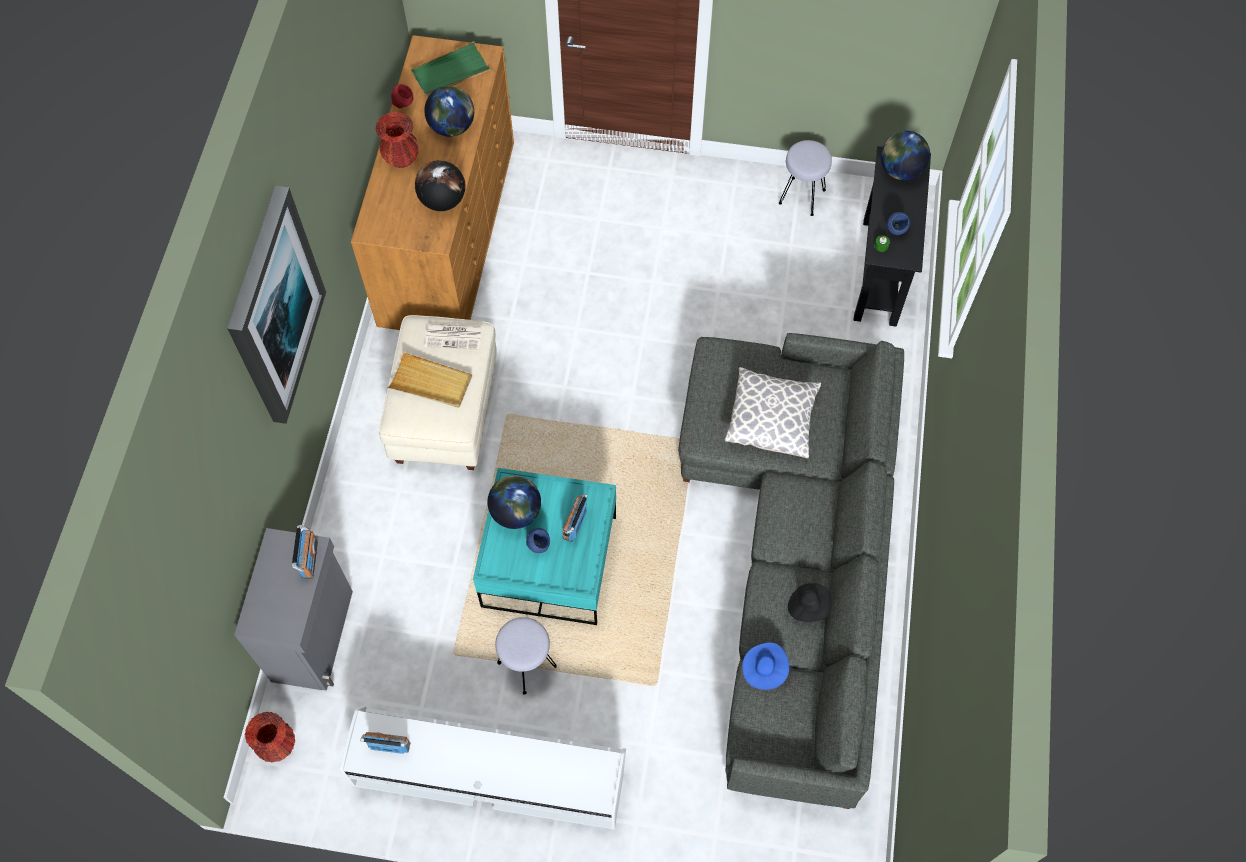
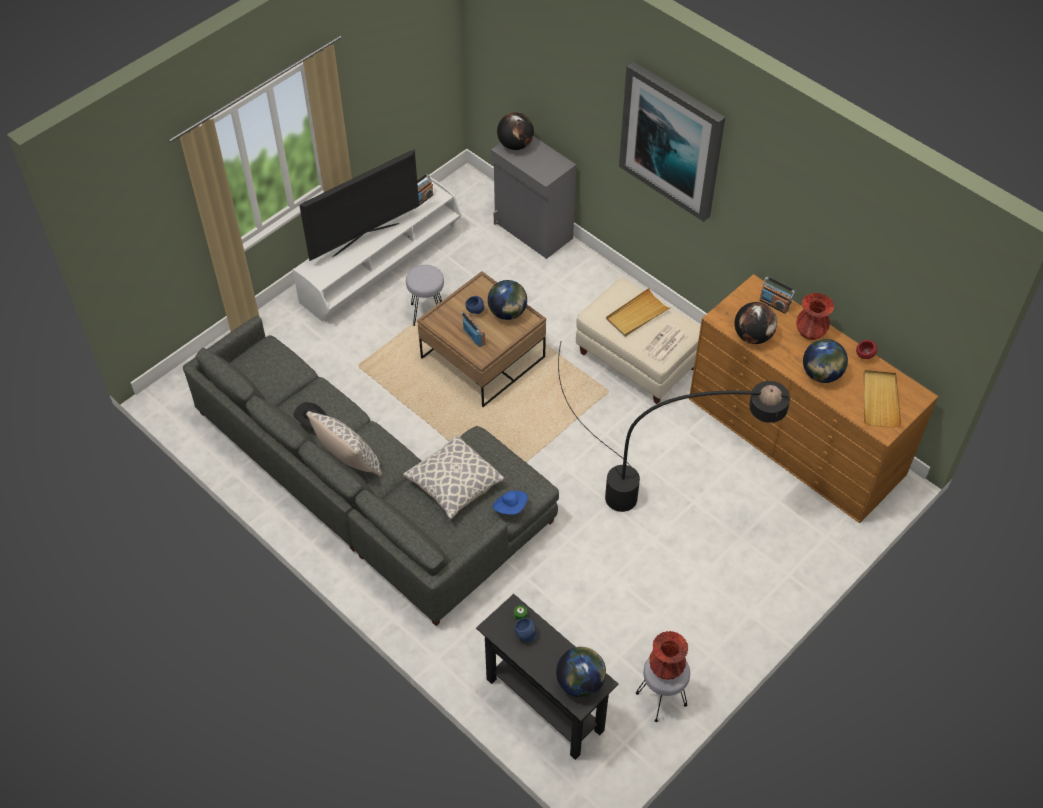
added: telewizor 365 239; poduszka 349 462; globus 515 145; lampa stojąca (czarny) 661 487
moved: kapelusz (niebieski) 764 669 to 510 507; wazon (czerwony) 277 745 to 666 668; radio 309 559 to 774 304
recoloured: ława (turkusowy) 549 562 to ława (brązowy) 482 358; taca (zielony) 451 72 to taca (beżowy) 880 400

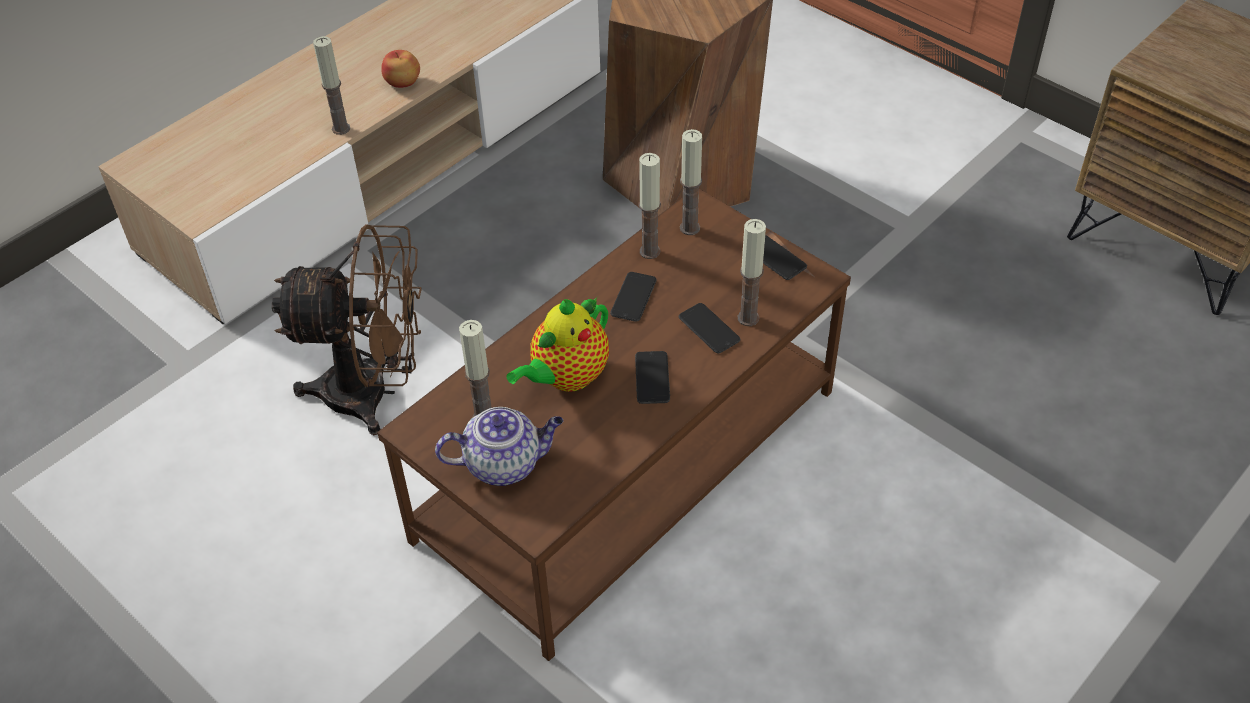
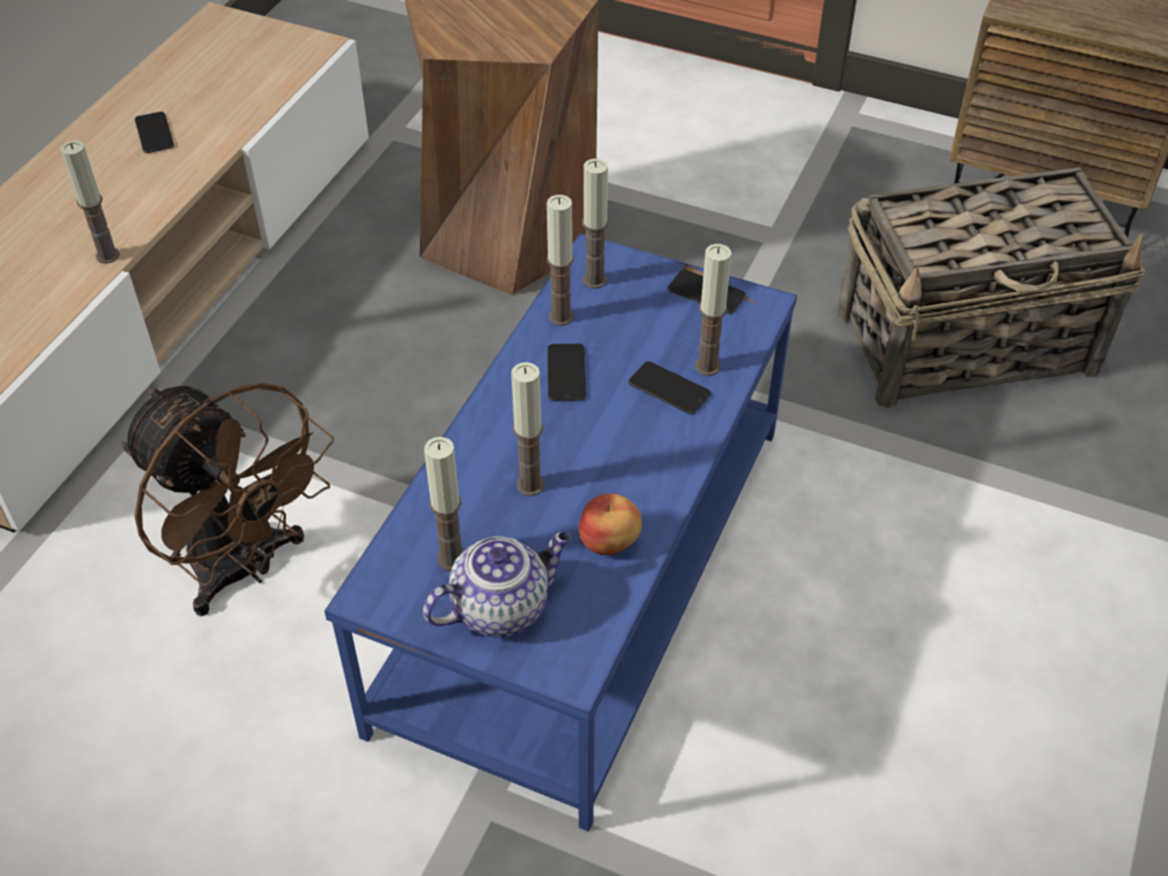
added: koszyk 968 343
moved: telefon 652 378 to 154 133; jabłko 403 83 to 610 542
replaced: imbryk 566 377 to świeca 530 485
recoloured: ława (brązowy) 628 462 to ława (niebieski) 583 571
turned: wentylator (brązowy) 374 393 = 245 569 60 degrees clockwise

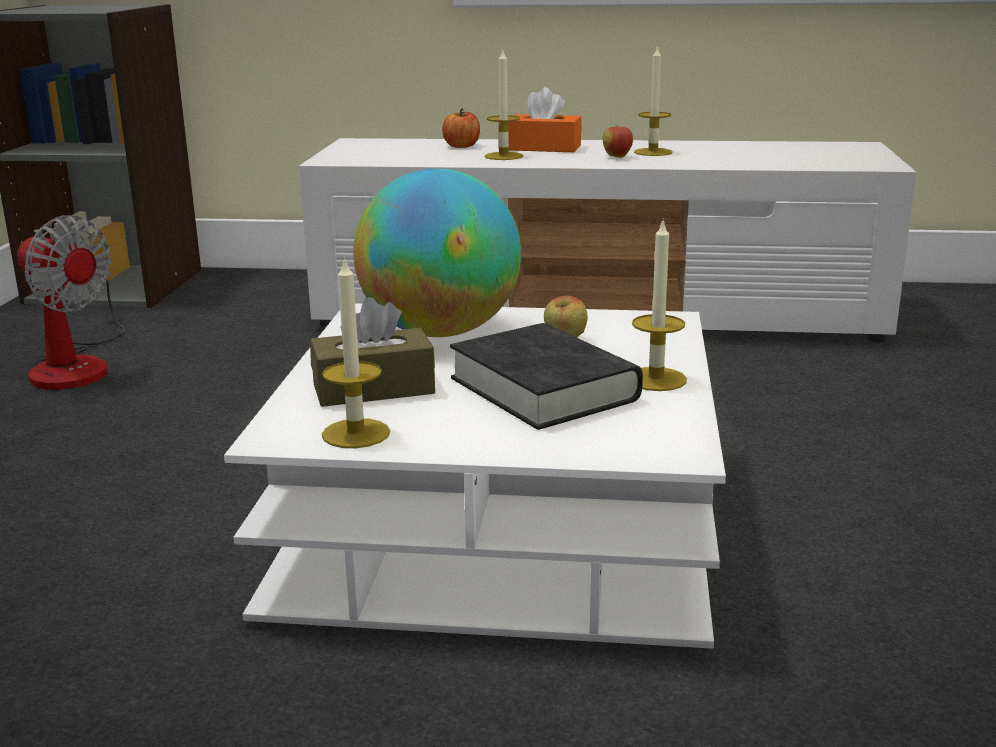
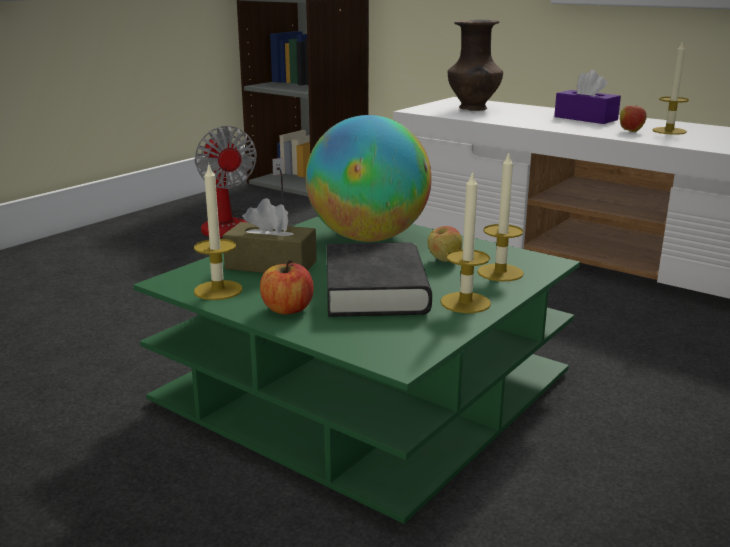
added: wazon (brązowy) 473 109
moved: jabłko 461 146 to 287 309; świeca 503 156 to 500 272
recoloured: ława (biały) 500 524 to ława (zielony) 365 387; pudełko chusteczek (pomarańczowy) 544 148 to pudełko chusteczek (fioletowy) 585 118

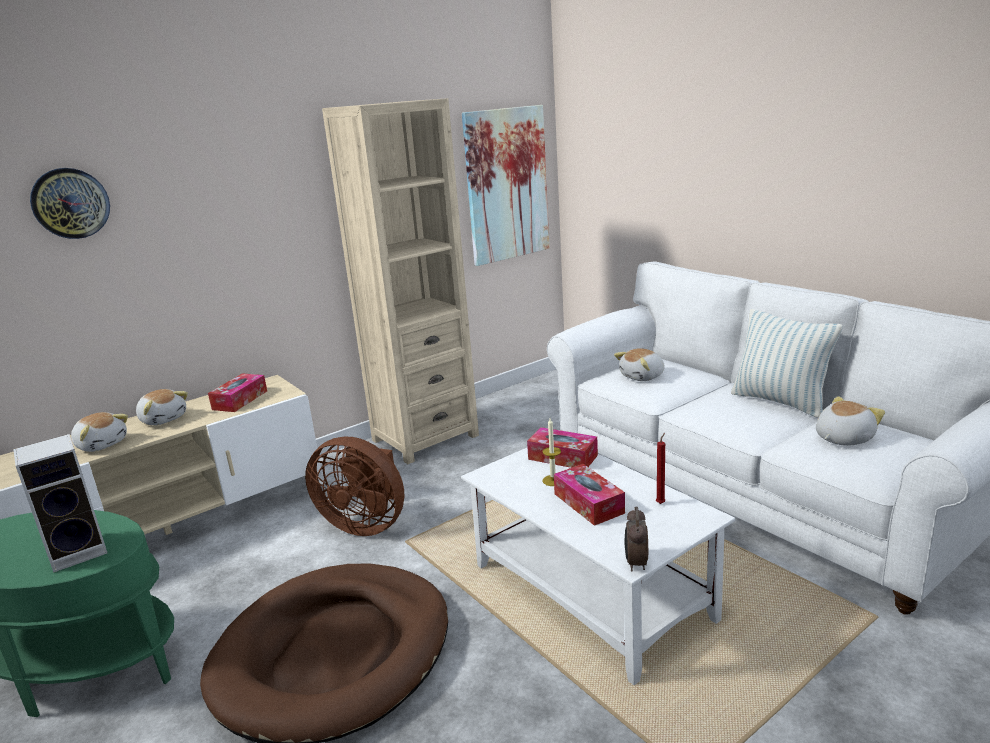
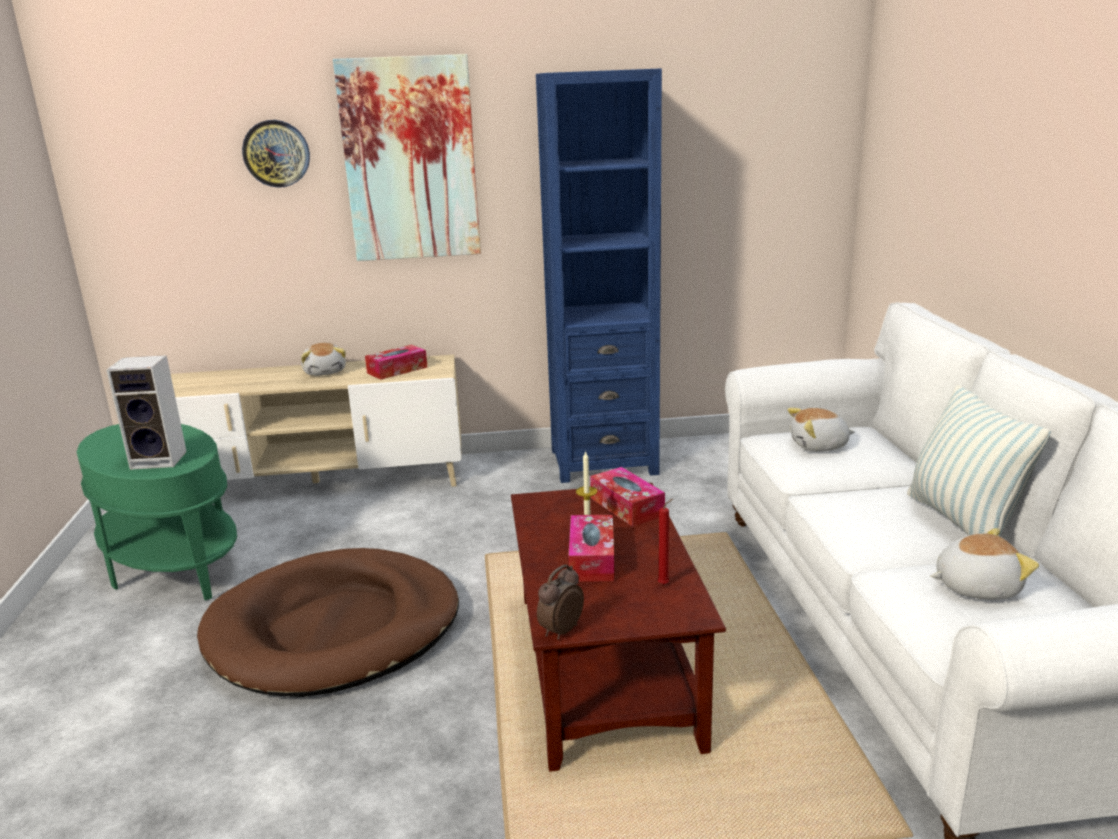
removed: pluszak 102 444; wentylator (brązowy) 365 524
moved: obraz 506 185 to 410 160
recoloured: ława (biały) 592 593 to ława (brązowy) 606 669; regał (beżowy) 425 438 to regał (niebieski) 603 461

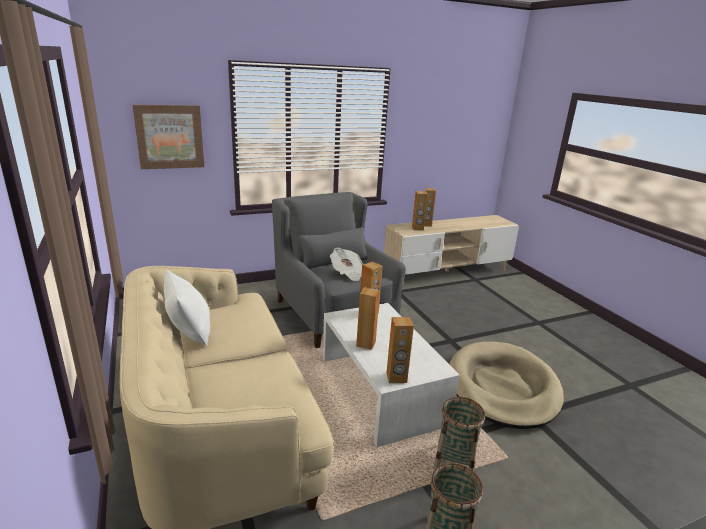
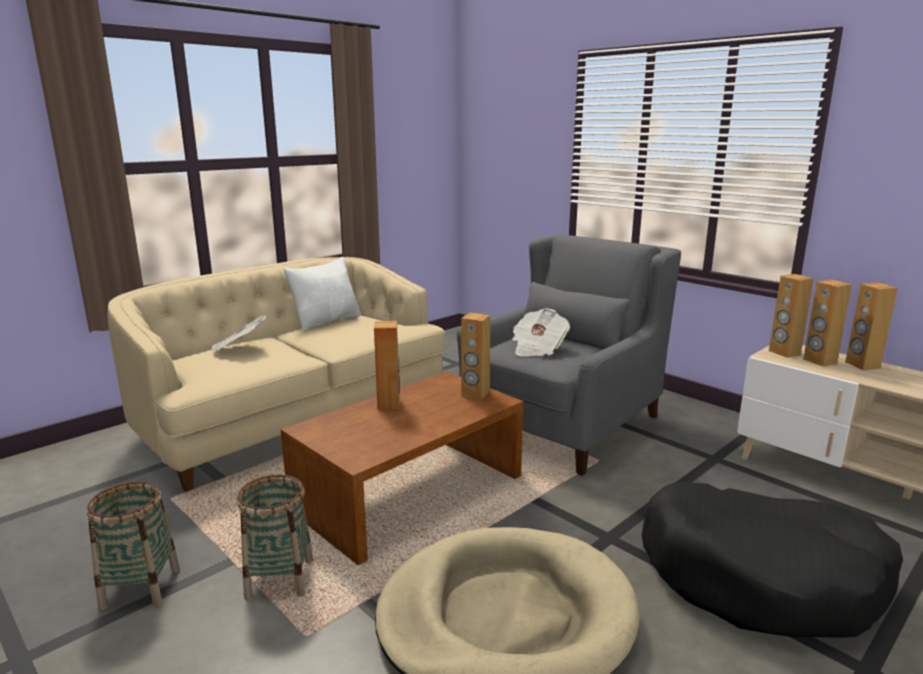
removed: obraz 170 137
added: gazeta 238 349; legowisko (czarny) 760 577
moved: głośnik (brązowy) 396 378 to 784 352
recoloured: ława (biały) 380 389 to ława (brązowy) 409 493

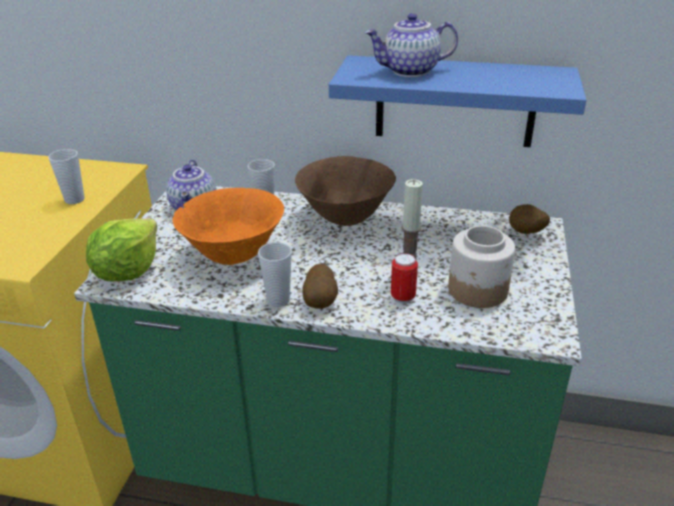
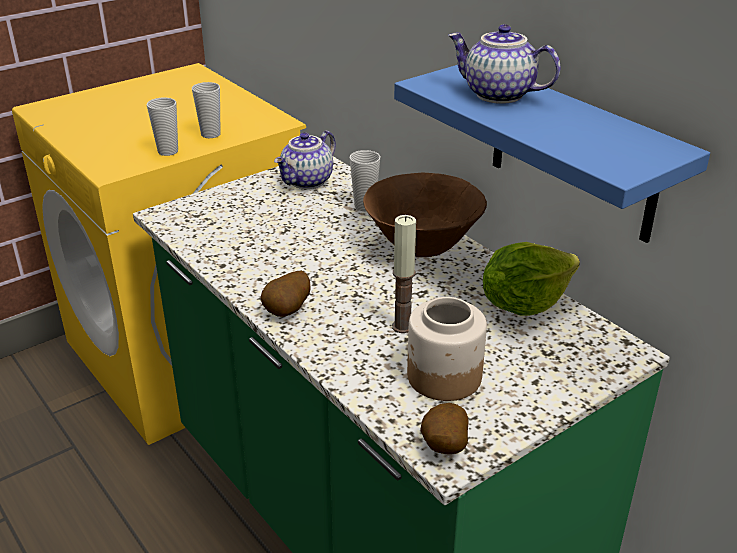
removed: miska (pomarańczowy) 233 256; puszka 403 297
moved: filiżanka 278 300 to 168 151; ziemniak 525 233 to 443 448; sałata 128 271 to 524 303

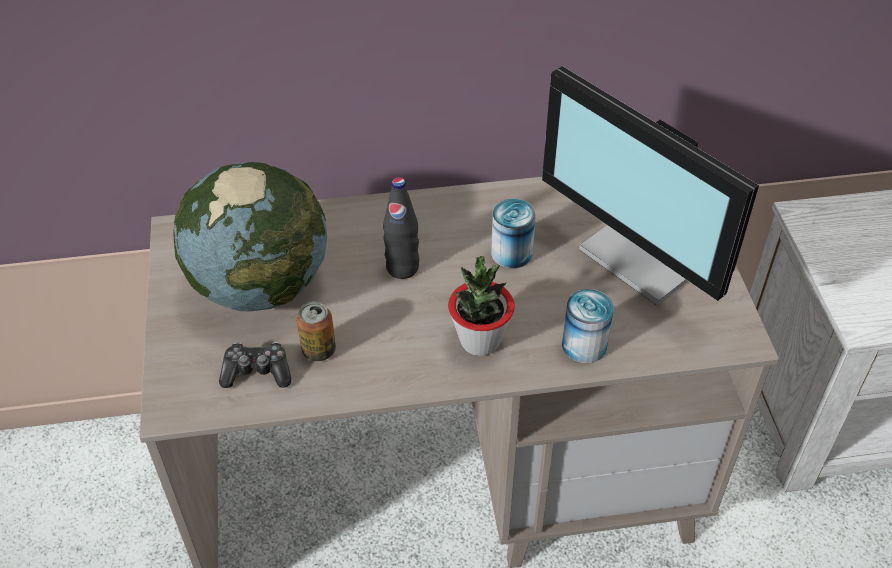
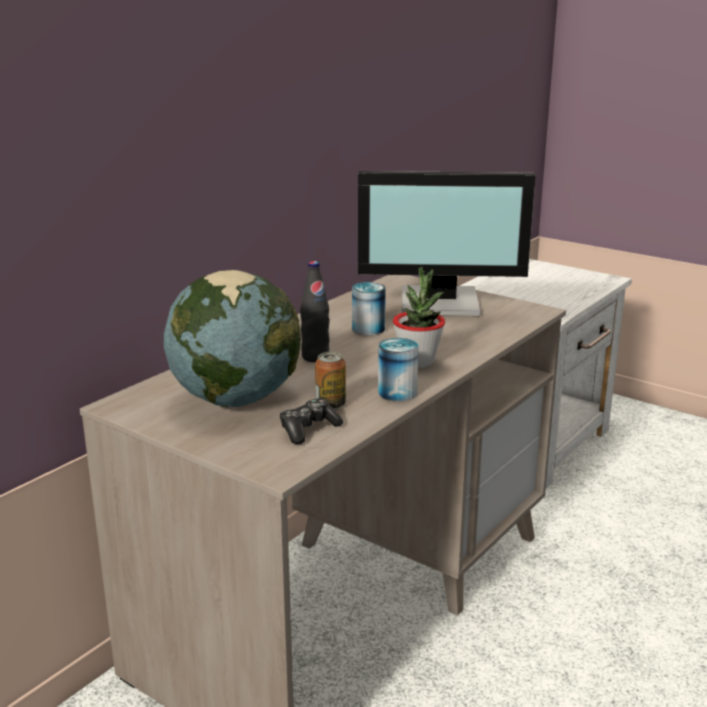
moved: puszka 584 345 to 397 393

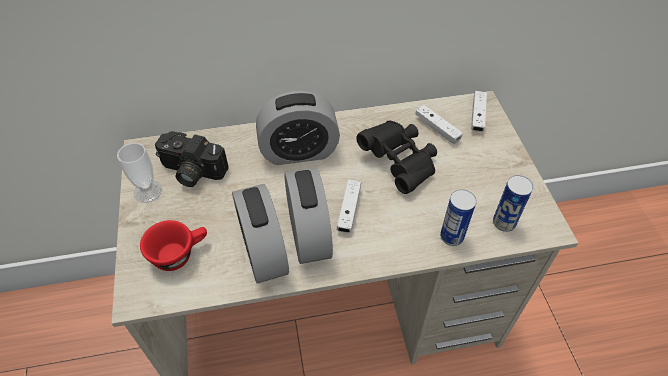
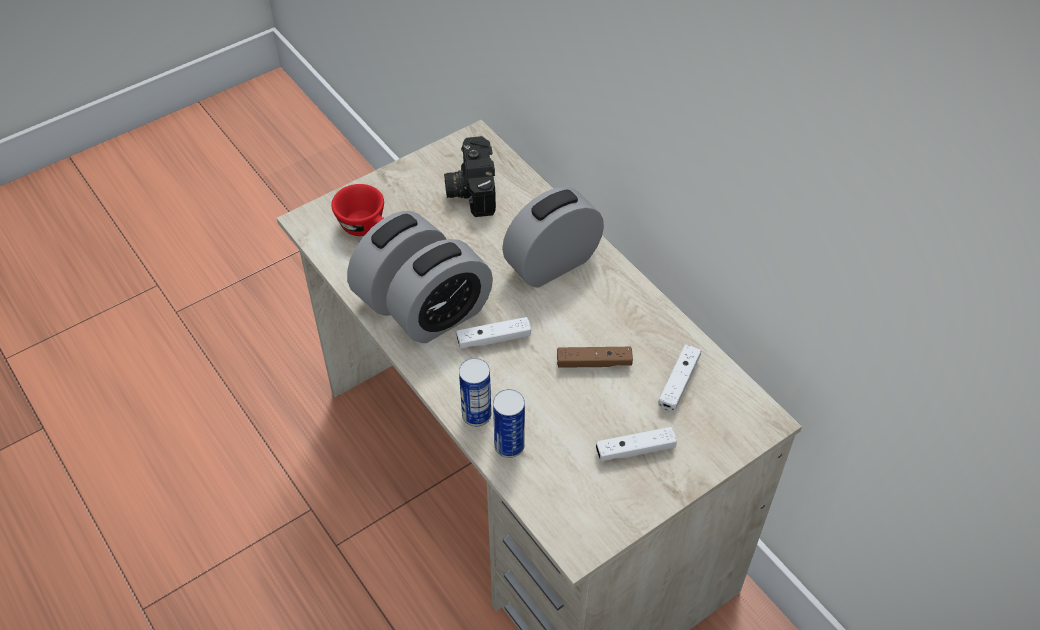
removed: filiżanka 148 191
moved: puszka 504 222 to 476 415; pad do gier (biały) 477 116 to 635 450
replaced: lornetka (czarny) 400 163 to pad do gier (brązowy) 594 363
turned: budzik 299 152 = 552 263 90 degrees clockwise

